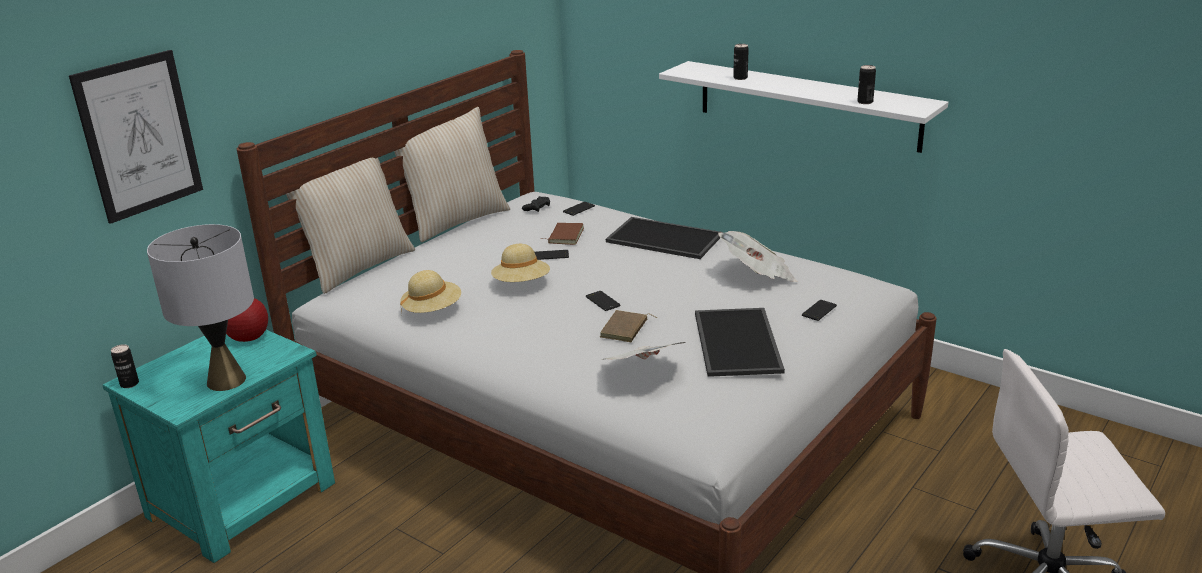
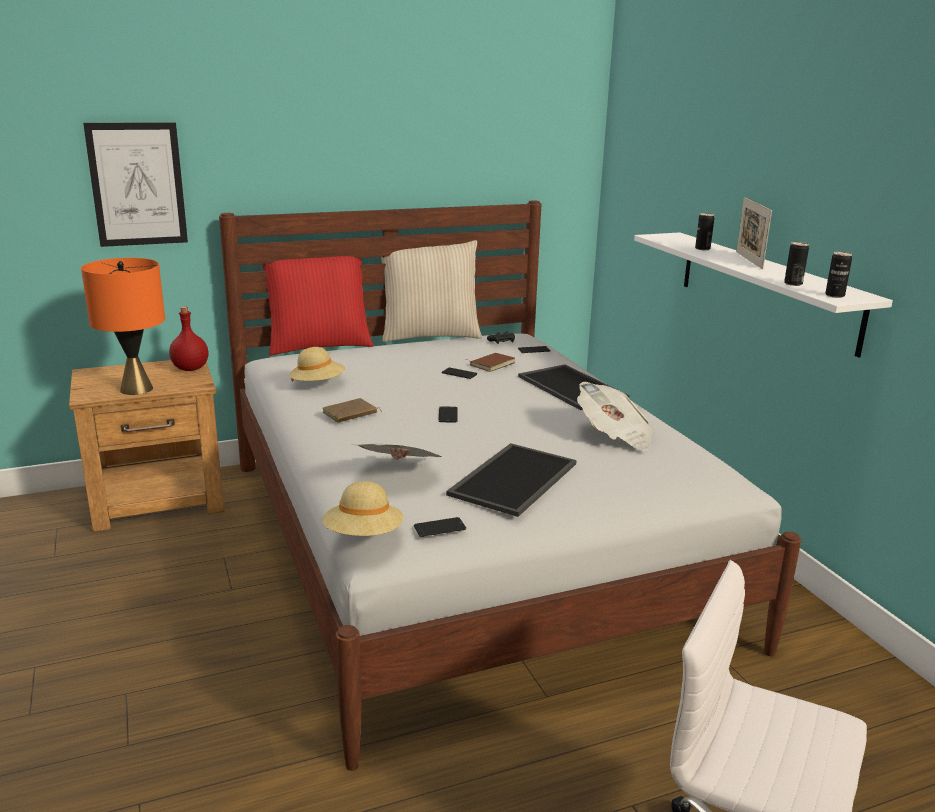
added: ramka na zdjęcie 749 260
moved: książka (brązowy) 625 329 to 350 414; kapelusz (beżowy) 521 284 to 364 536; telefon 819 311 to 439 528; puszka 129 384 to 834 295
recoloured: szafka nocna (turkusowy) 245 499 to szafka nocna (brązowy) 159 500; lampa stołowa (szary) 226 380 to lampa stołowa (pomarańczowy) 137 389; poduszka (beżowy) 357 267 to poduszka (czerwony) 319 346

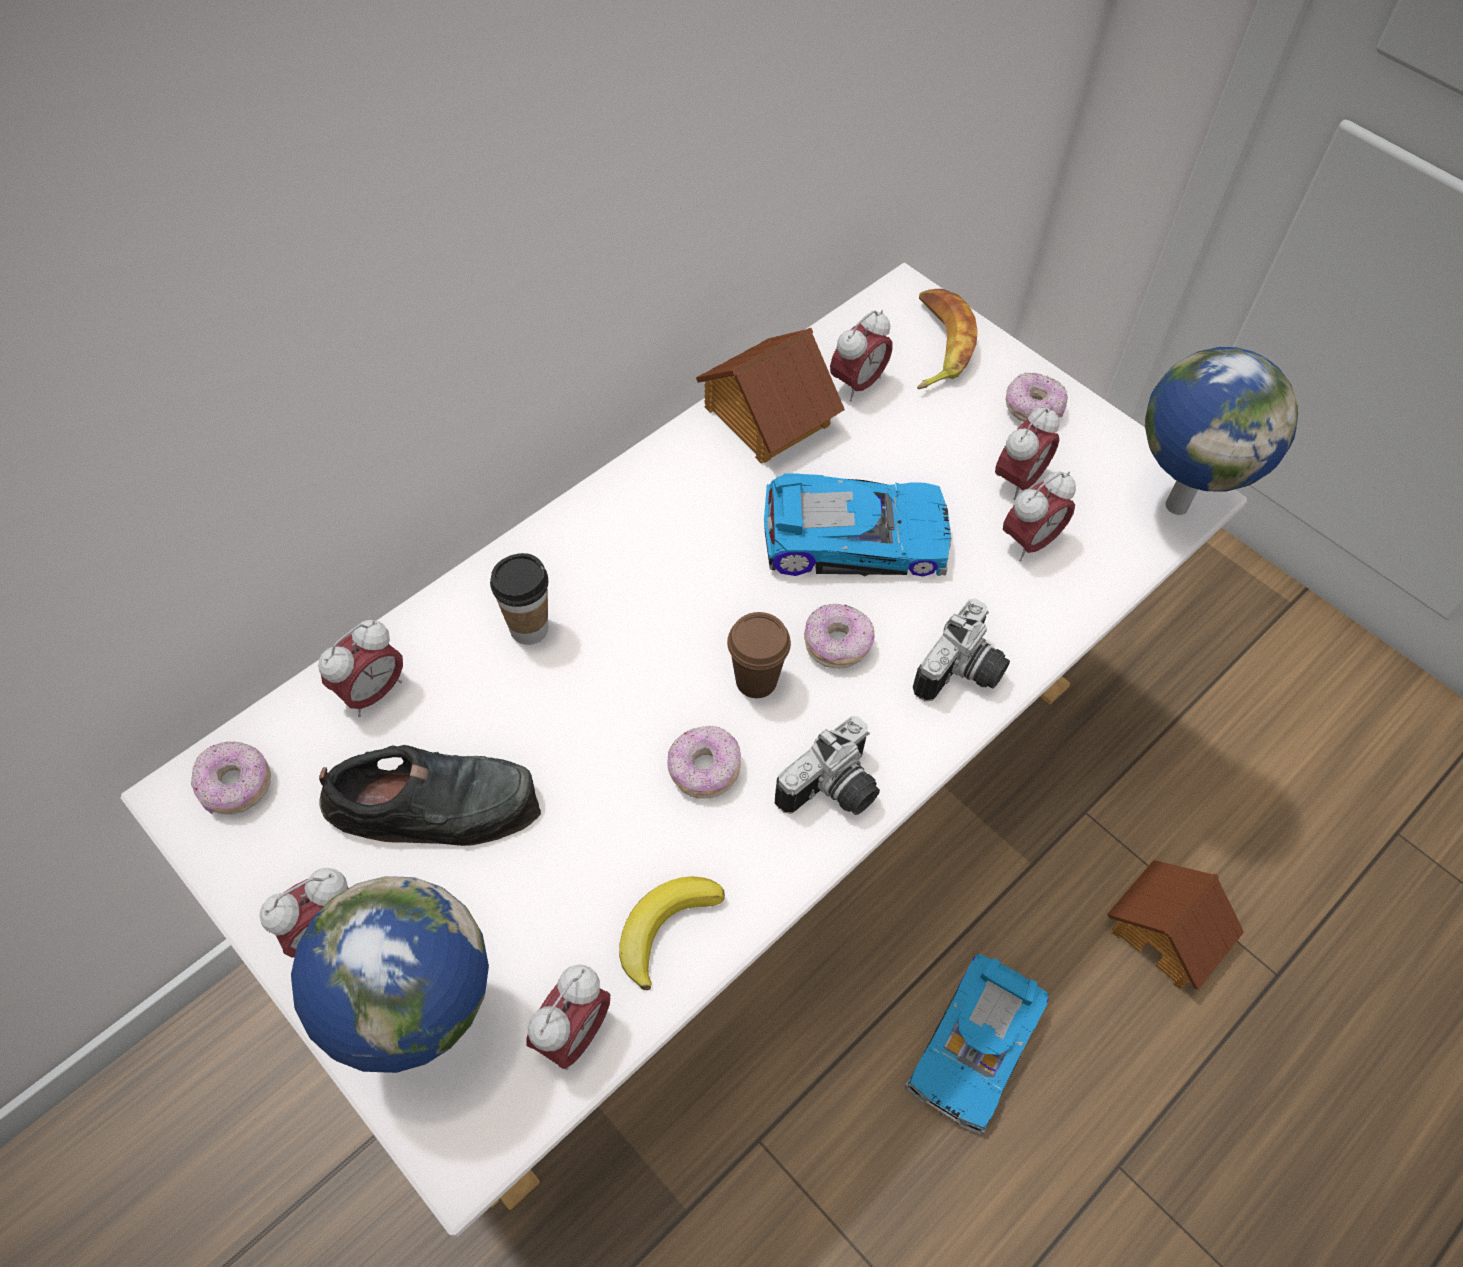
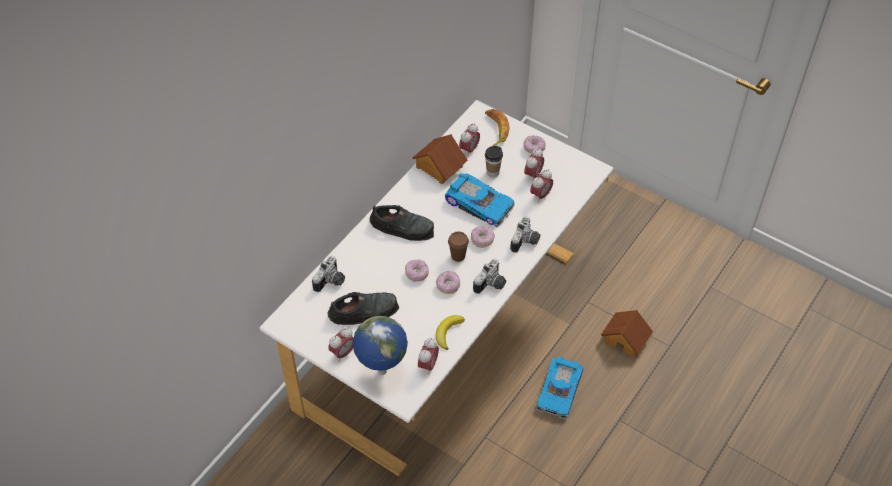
removed: globus 1176 504
added: but (czarny) 403 227
moved: donut 236 786 to 417 274; filiżanka 529 628 to 492 172
replaced: budzik 372 692 to aparat fotograficzny 331 282
turned: samochodzik 854 535 = 480 203 45 degrees clockwise

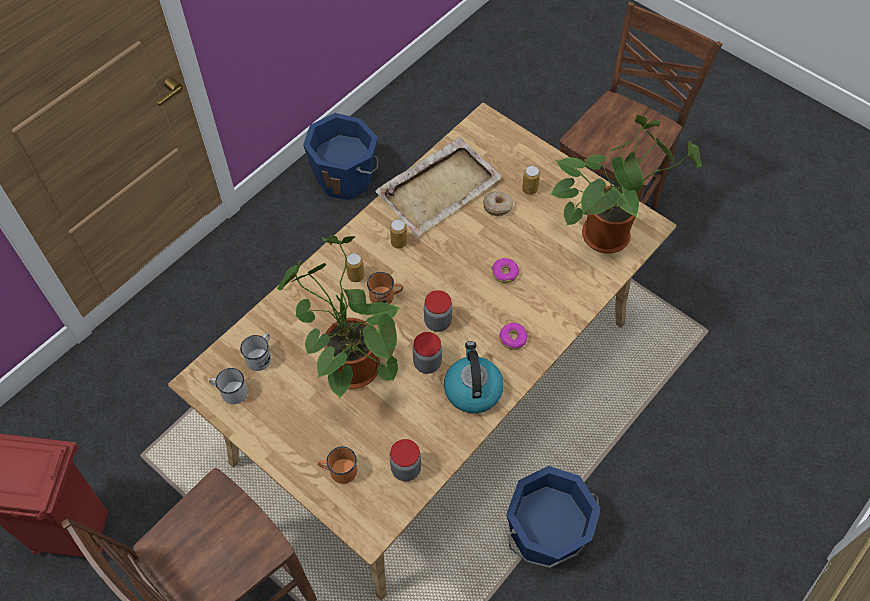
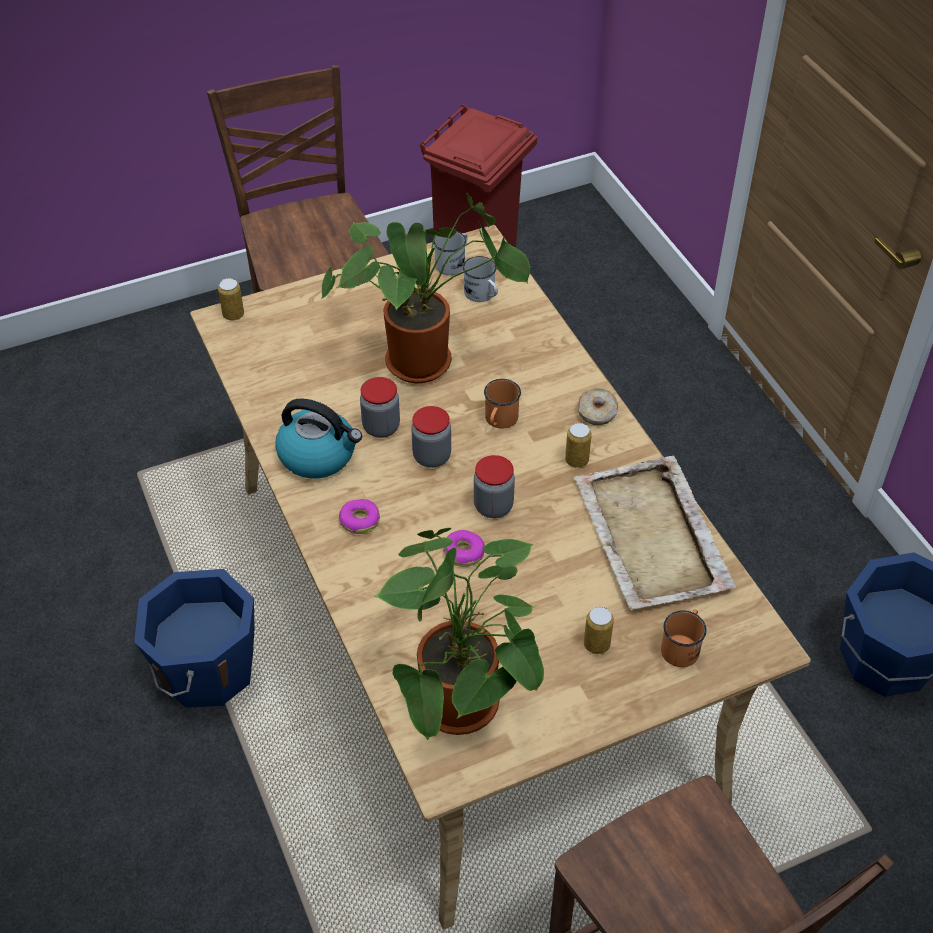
moved: puszka 356 276 to 233 315; słoik 406 469 to 493 506; donut 497 206 to 597 412; kubek (pomarańczowy) 339 471 to 682 646

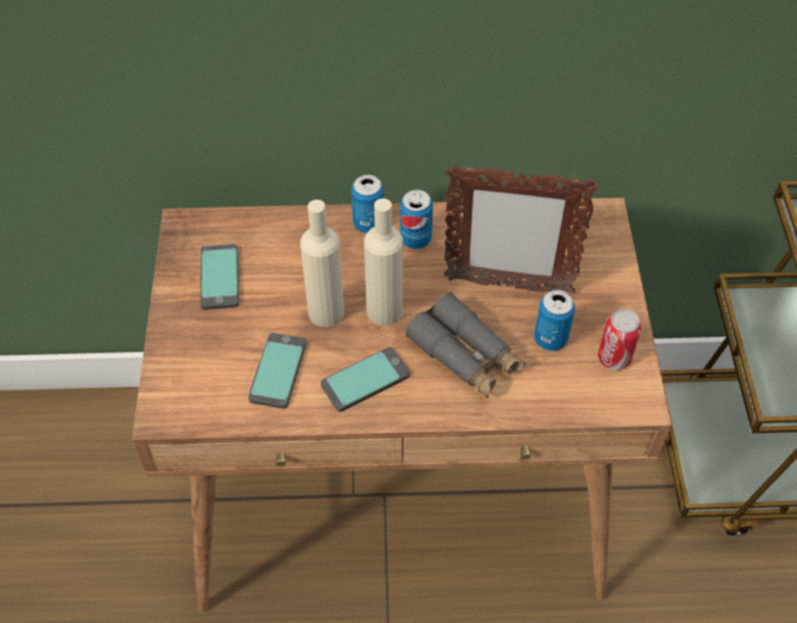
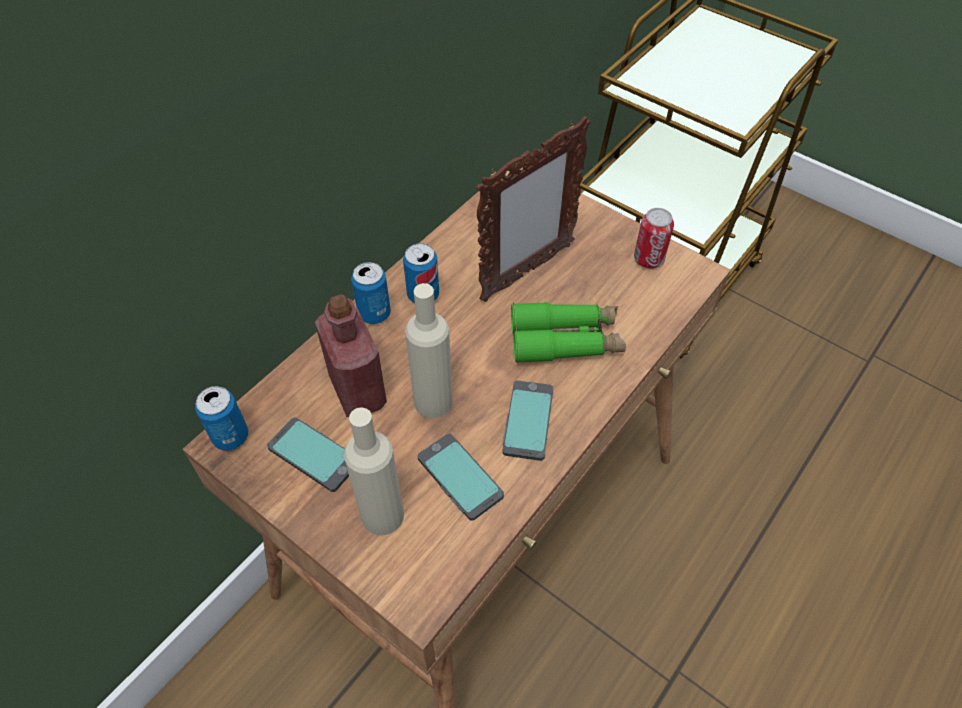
added: butelka (czerwony) 358 391
moved: puszka 550 339 to 231 436; butelka (beżowy) 384 311 to 382 515
recoloured: lornetka (szary) 465 355 to lornetka (zielony) 566 340

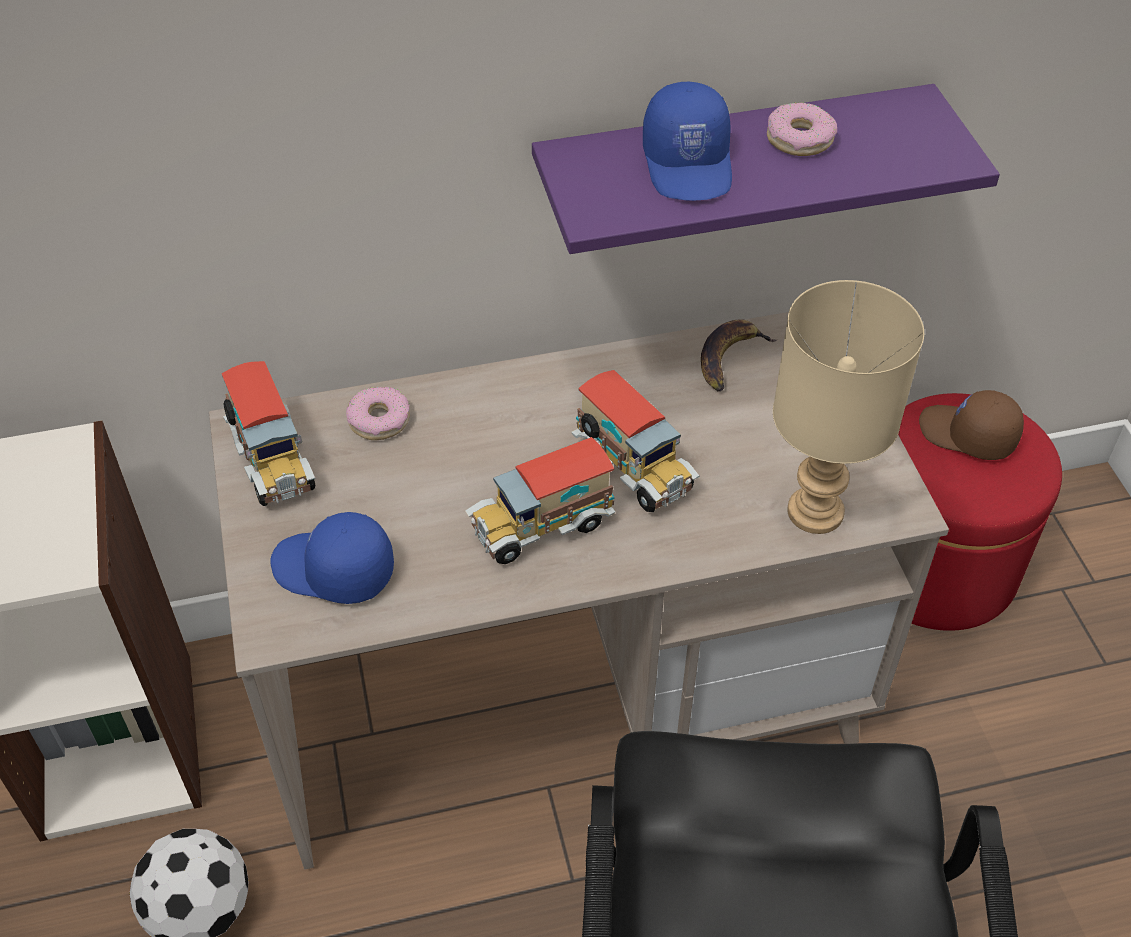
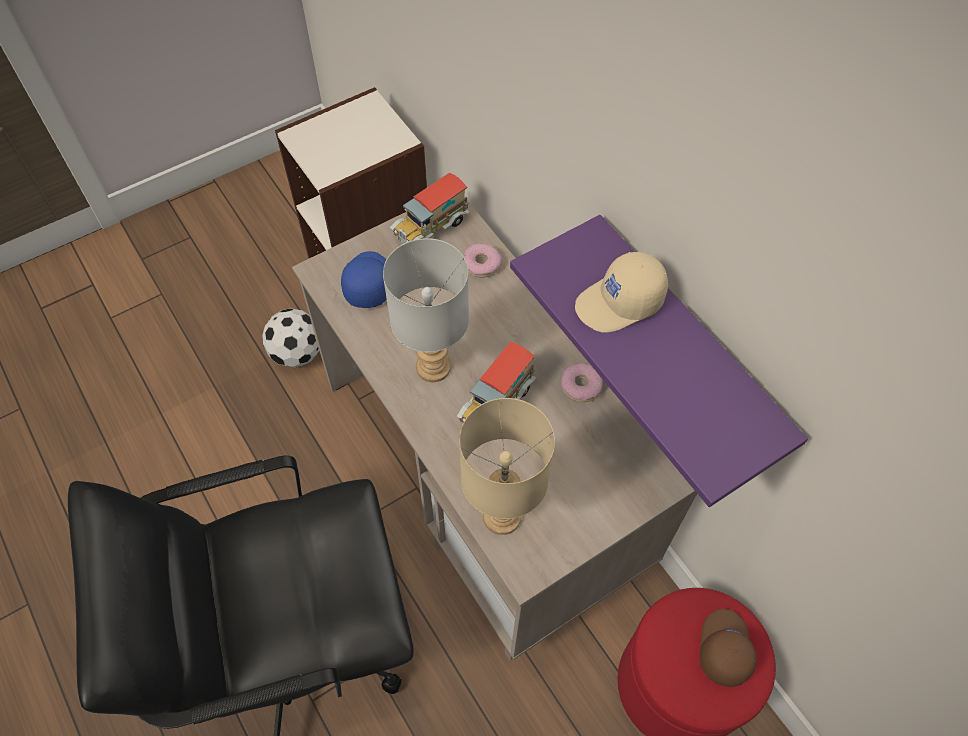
removed: banan 730 358
moved: donut 799 139 to 581 386
replaced: ciężarówka zabawkowa 541 526 to lampa stołowa (szary) 433 368
recoloured: czapka z daszkiem (niebieski) 689 164 to czapka z daszkiem (beżowy) 620 303

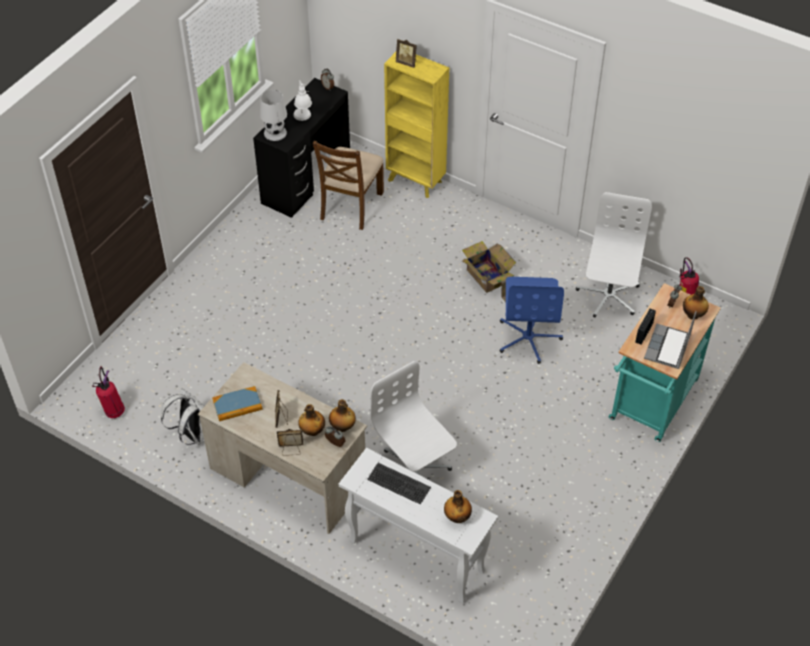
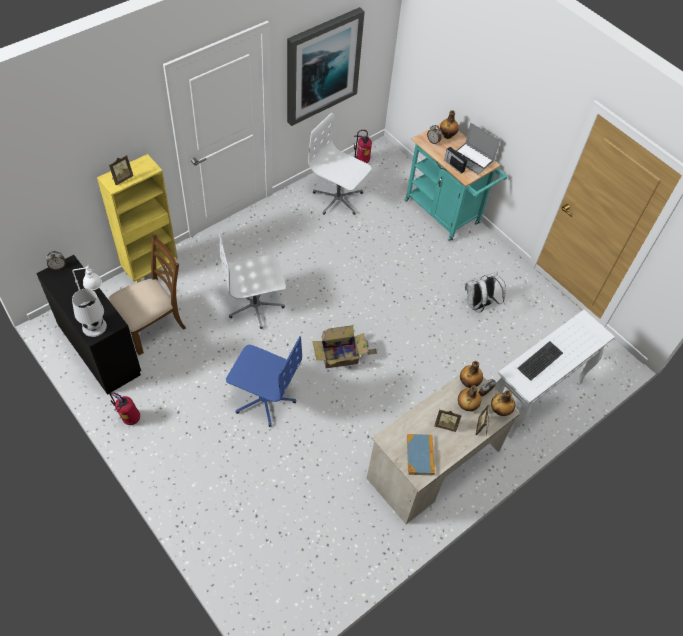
added: obraz 322 66
moved: gaśnica 114 411 to 129 419; krzesło biurowe (biały) 414 469 to 255 306; krzesło biurowe (niebieski) 528 338 to 264 398; karton 487 278 to 341 356; plecak (biały) 193 434 to 479 305; butelka 457 517 to 500 410
turned: krzesło (brązowy) 350 206 = 152 325 75 degrees counterclockwise

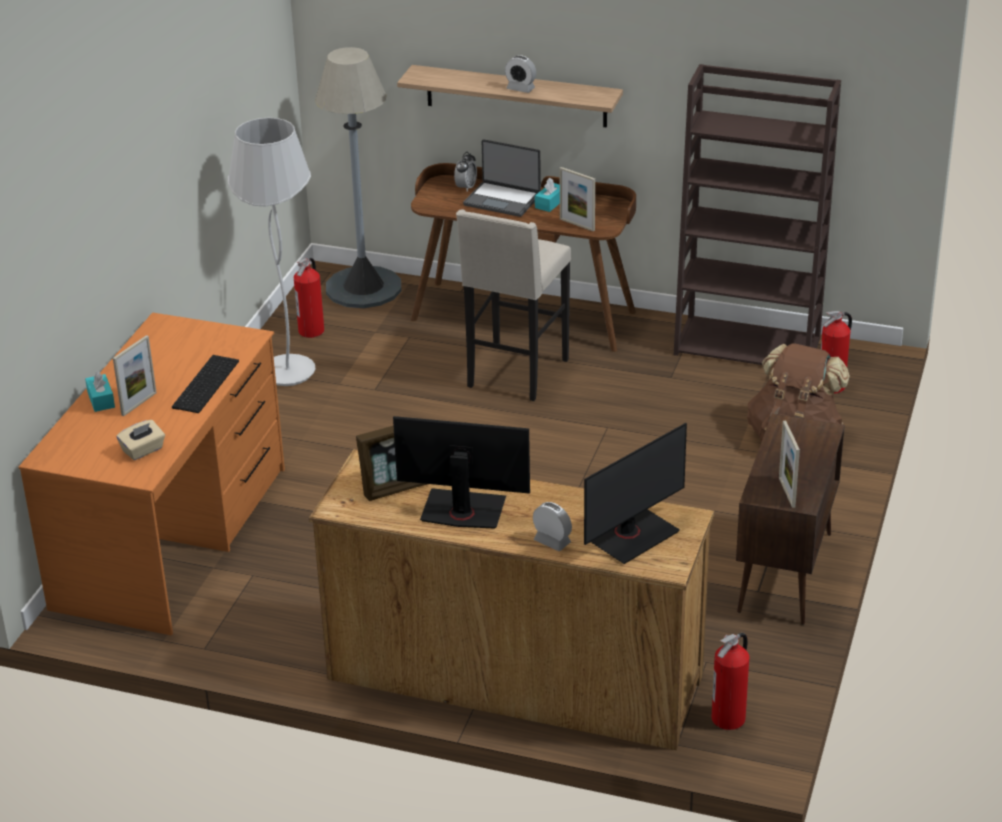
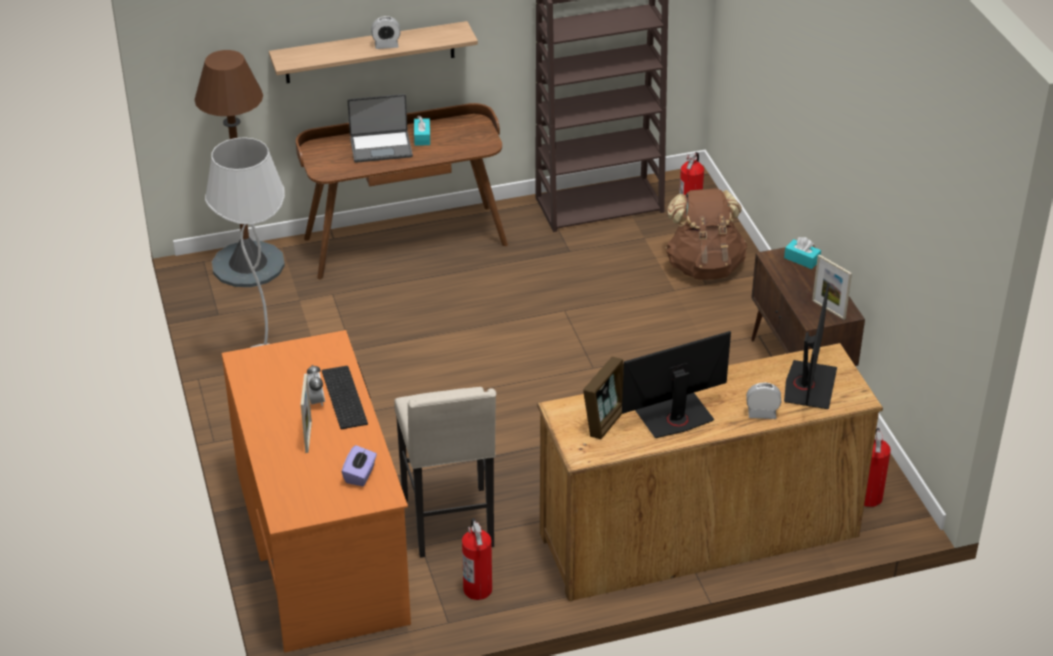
removed: ramka na zdjęcie 577 224
moved: budzik 466 187 to 316 401; stołek (beżowy) 515 374 to 450 524; gaśnica 312 331 to 478 589; pudełko chusteczek (turkusowy) 101 399 to 802 259
recoloured: lampa stojąca (szary) 363 288 to lampa stojąca (brązowy) 248 265; pudełko chusteczek (beżowy) 143 450 to pudełko chusteczek (fioletowy) 360 475

